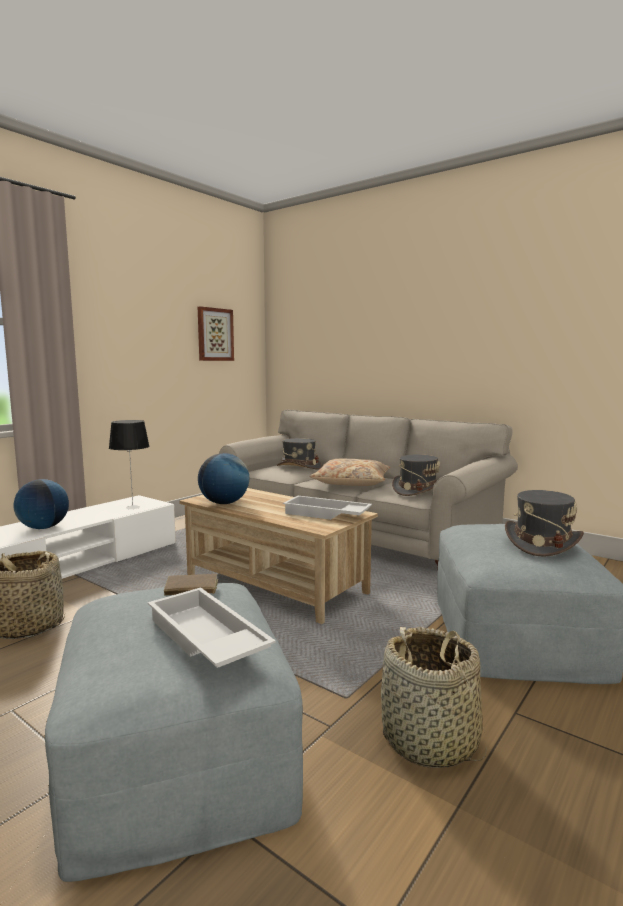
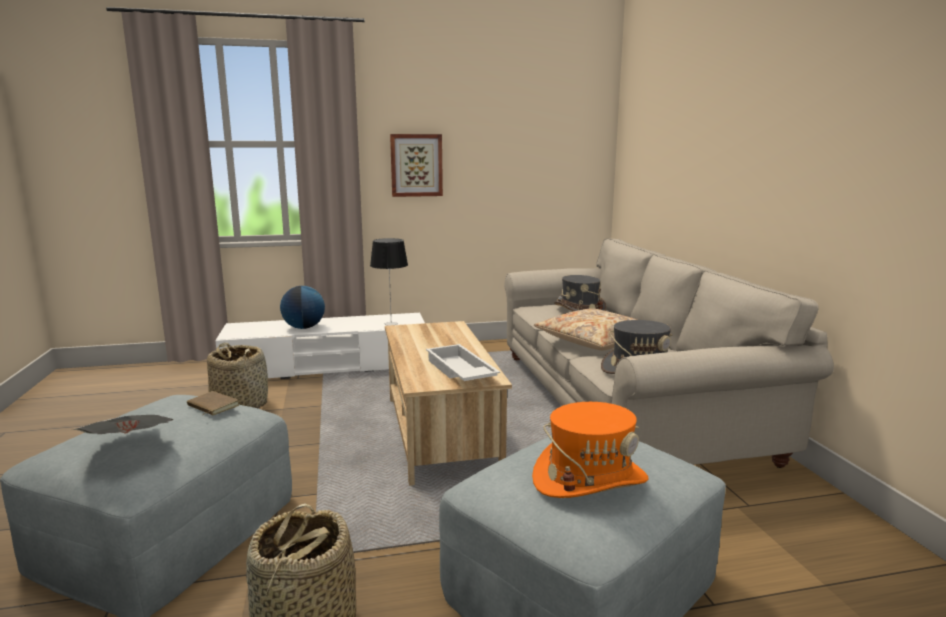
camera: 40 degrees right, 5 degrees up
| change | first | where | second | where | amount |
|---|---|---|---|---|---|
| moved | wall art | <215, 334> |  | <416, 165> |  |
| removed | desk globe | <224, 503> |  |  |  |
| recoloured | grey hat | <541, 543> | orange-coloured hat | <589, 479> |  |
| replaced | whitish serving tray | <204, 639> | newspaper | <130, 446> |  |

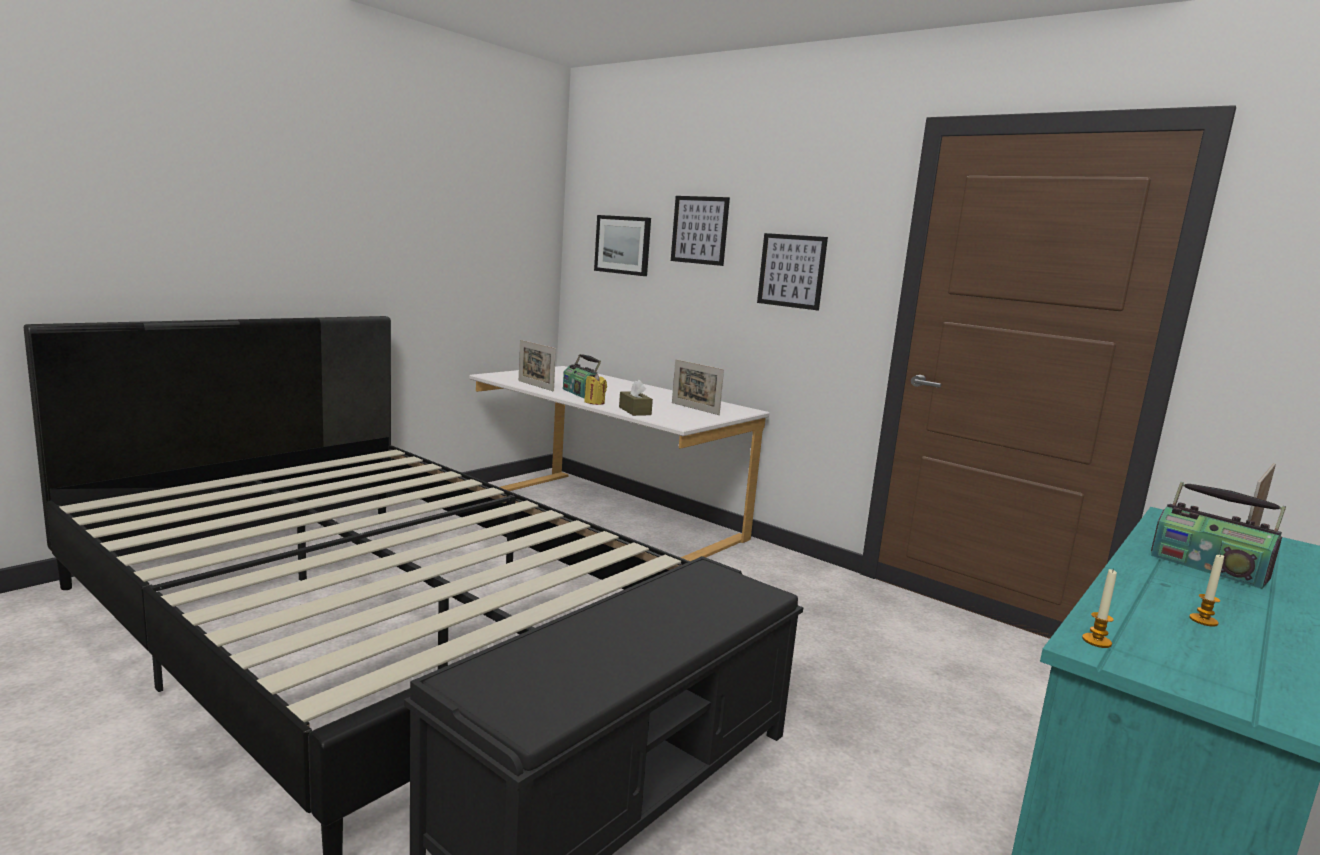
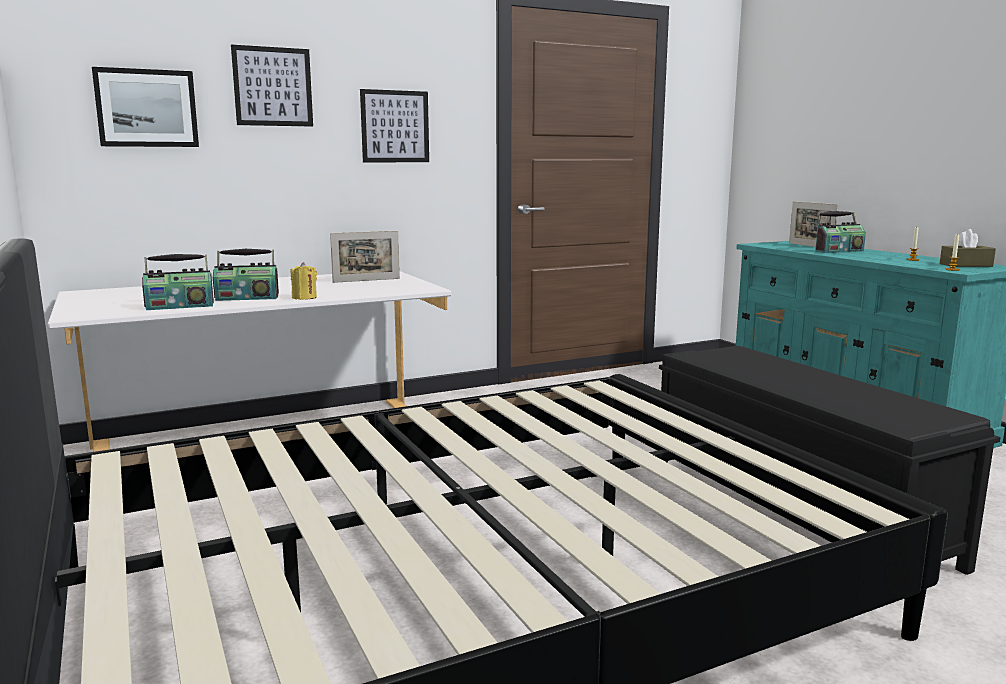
camera: 65 degrees left, 0 degrees up
| change | first | where | second | where | amount |
|---|---|---|---|---|---|
| replaced | photo frame | <535, 386> | radio set | <180, 306> |  |
| moved | brownish box of tissues | <635, 411> |  | <966, 265> |  |

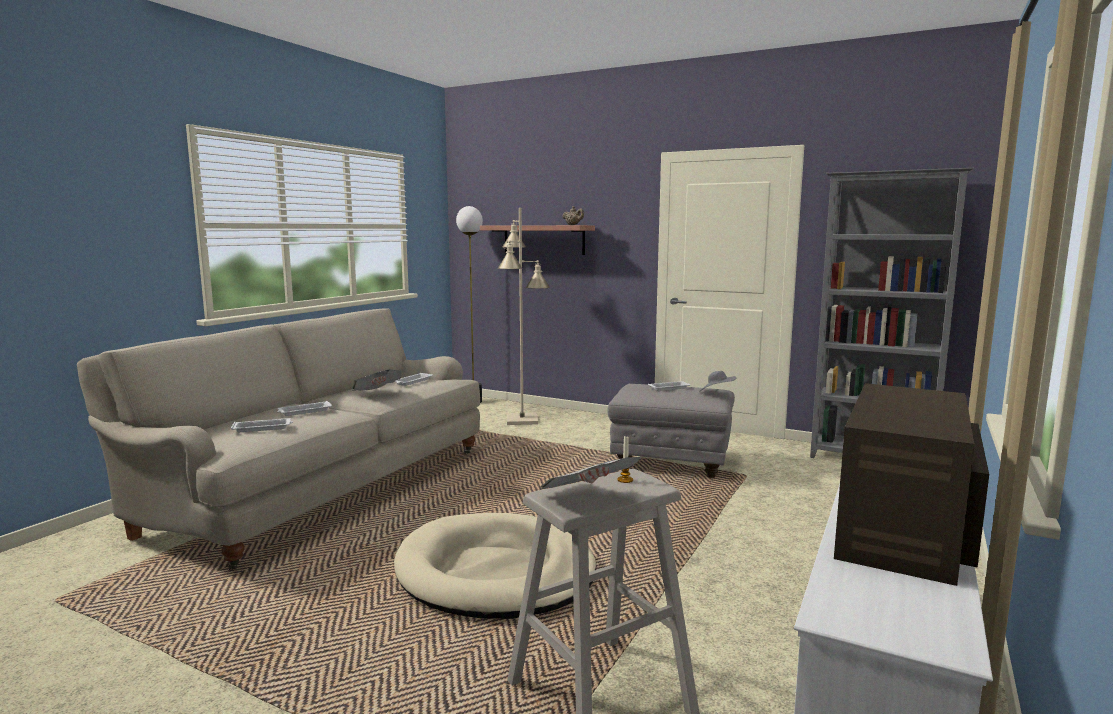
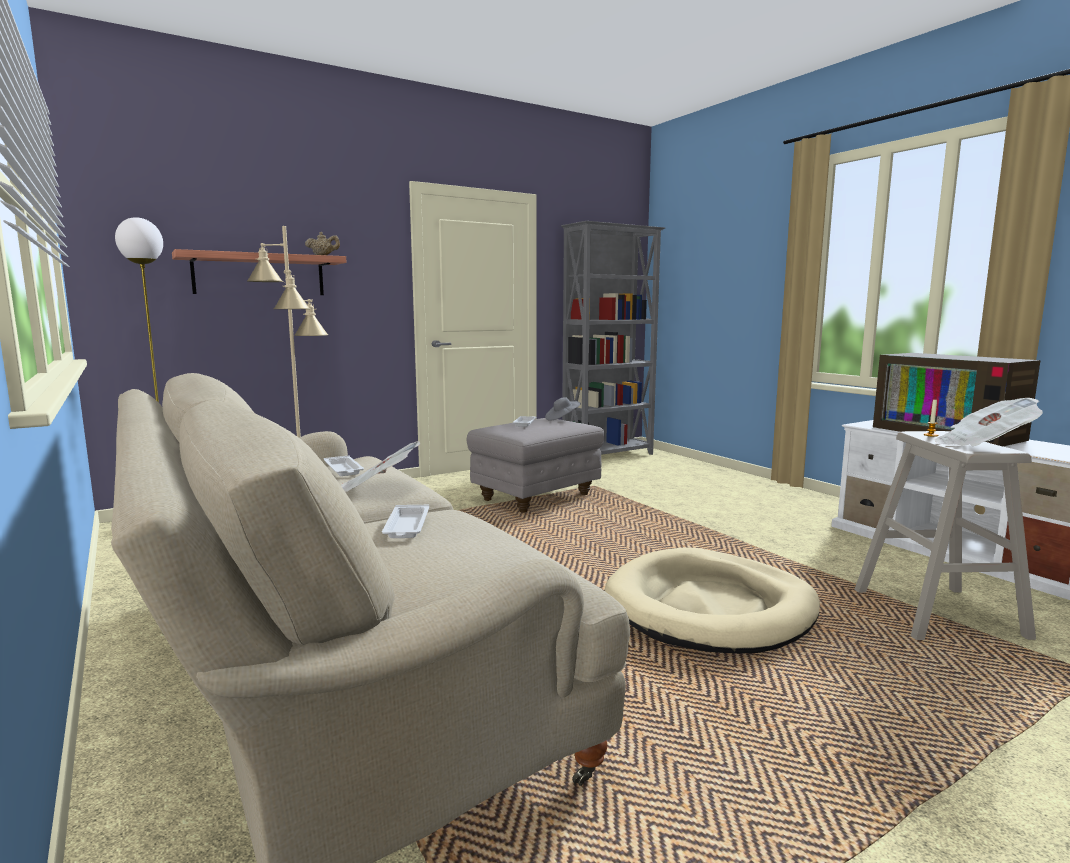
camera: 60 degrees left, 0 degrees up
| change | first | where | second | where | amount |
|---|---|---|---|---|---|
| removed | whitish serving tray | <263, 428> |  |  |  |

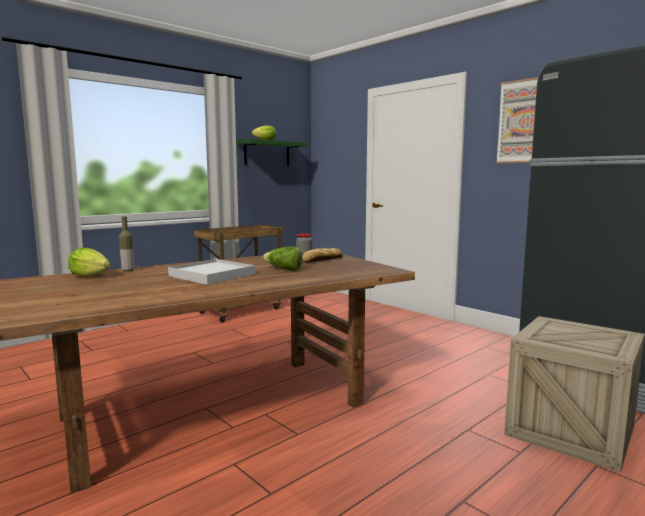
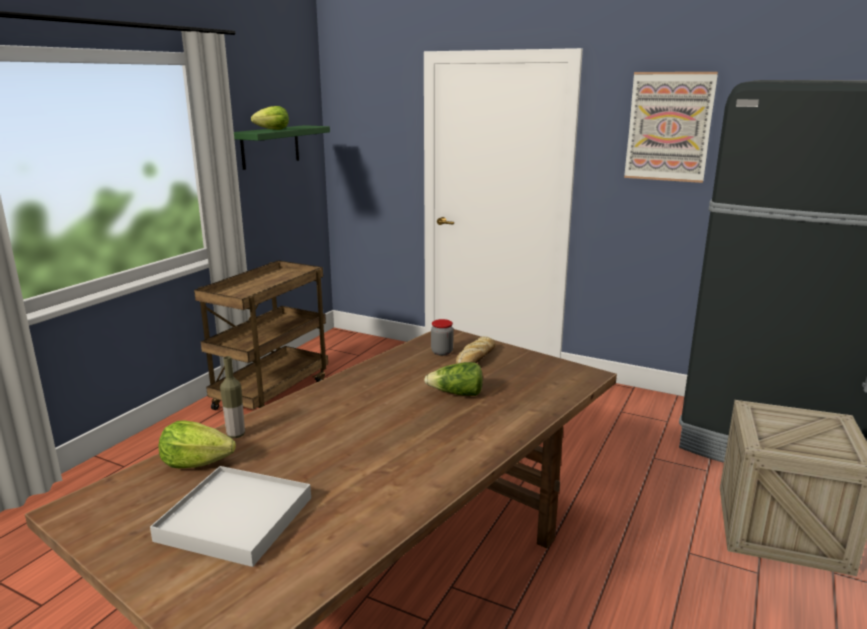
camera: 20 degrees left, 10 degrees up
| change | first | where | second | where | amount |
|---|---|---|---|---|---|
| moved | whitish serving tray | <212, 275> |  | <235, 519> |  |

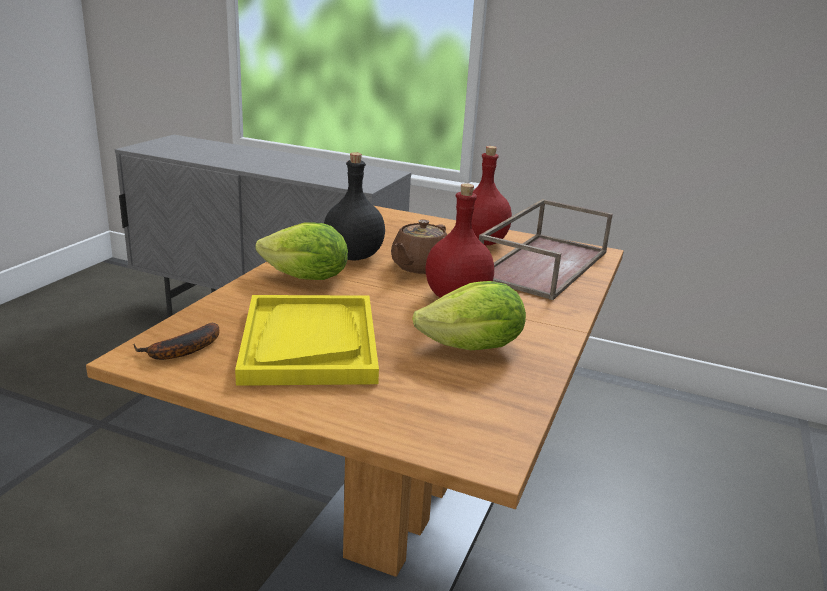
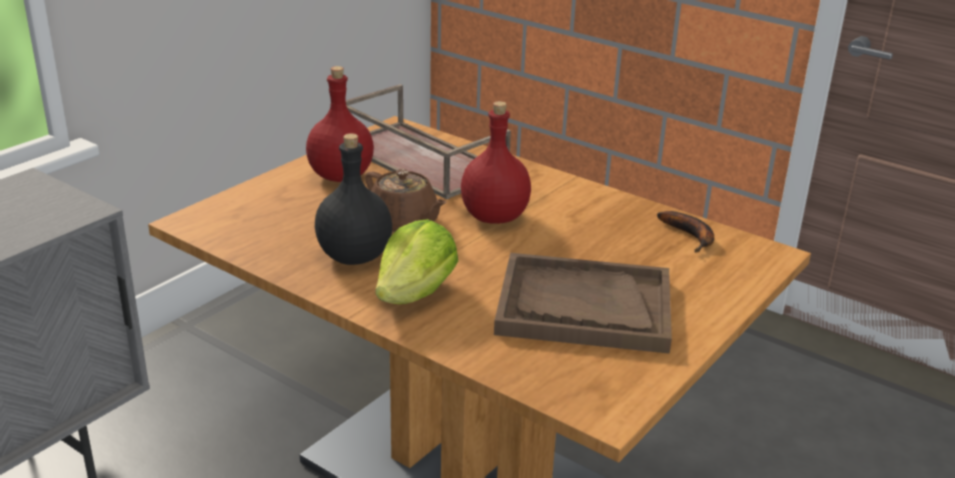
camera: 75 degrees left, 5 degrees up
| change | first | where | second | where | amount |
|---|---|---|---|---|---|
| removed | lettuce head | <473, 348> |  |  |  |
| recoloured | yellowish serving tray | <309, 342> | brownish serving tray | <583, 307> |  |
| moved | banana | <181, 351> |  | <691, 236> |  |

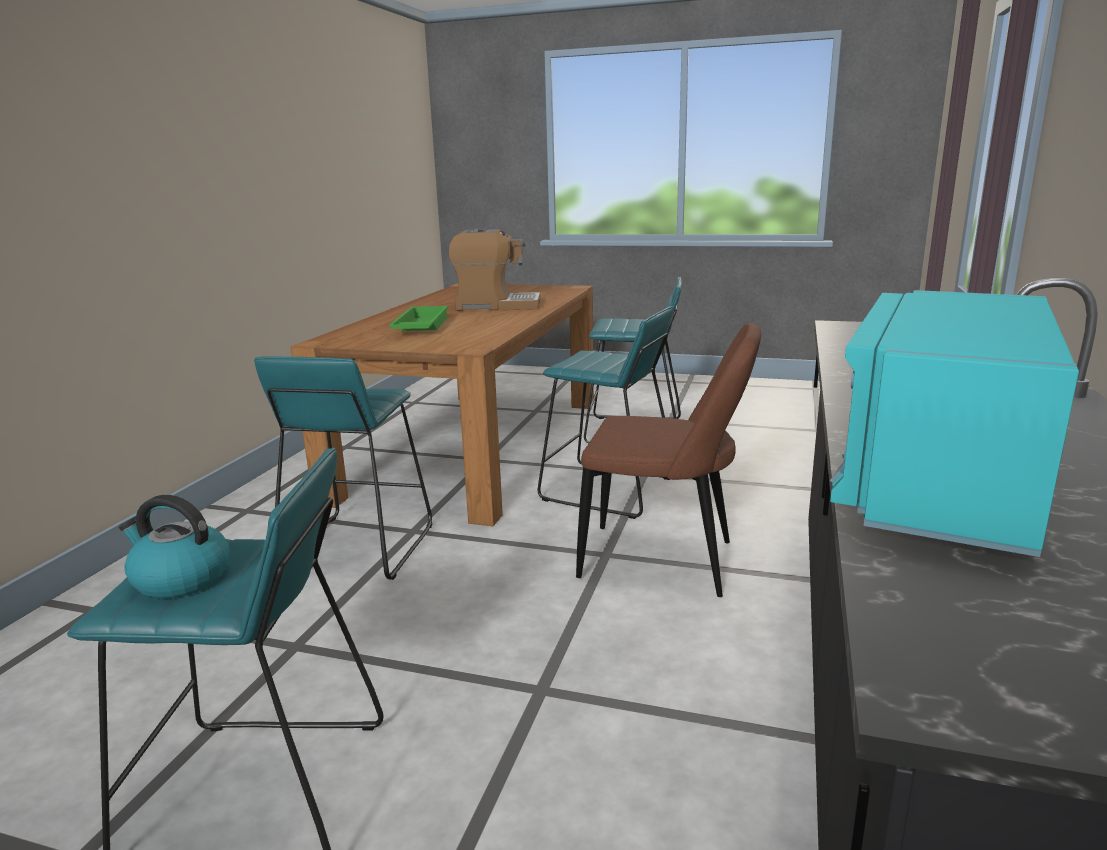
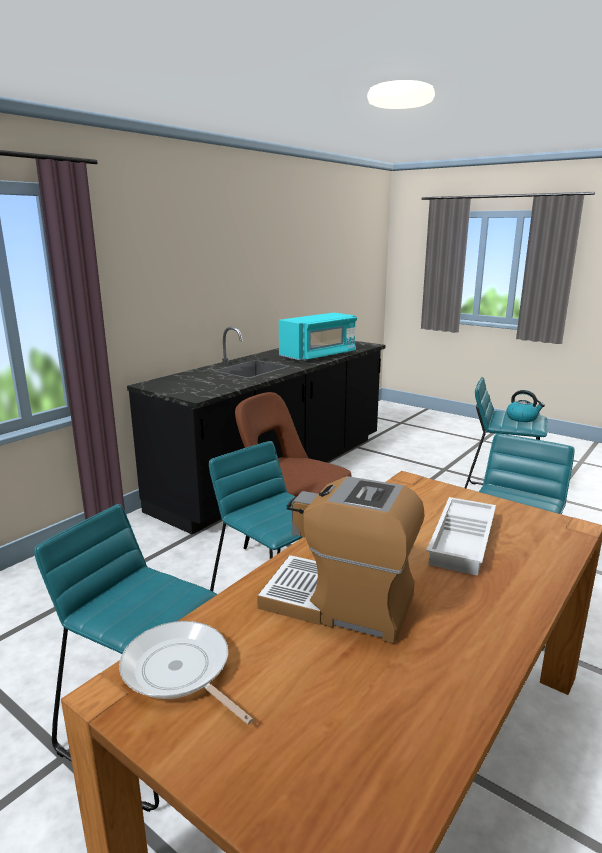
camera: 160 degrees left, 0 degrees up
| change | first | where | second | where | amount |
|---|---|---|---|---|---|
| recoloured | green-coloured serving tray | <420, 327> | whitish serving tray | <464, 541> |  |
| added |  |  | frying pan | <179, 671> |  |

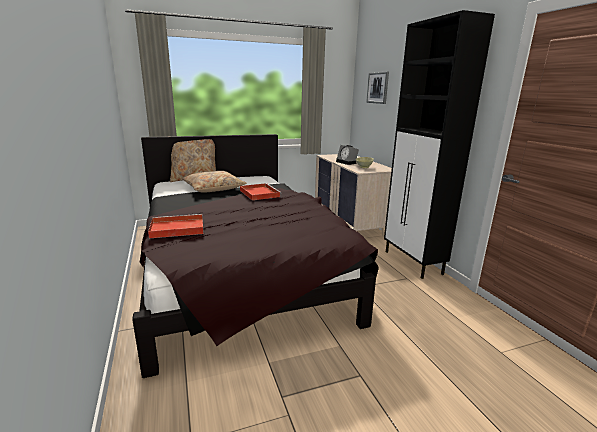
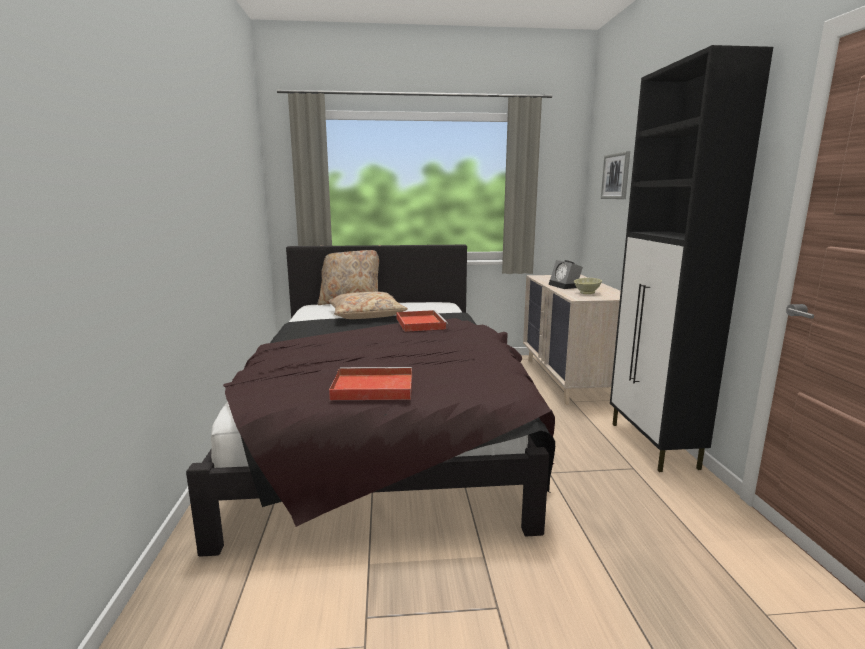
camera: 15 degrees right, 5 degrees down
| change | first | where | second | where | amount |
|---|---|---|---|---|---|
| moved | red serving tray | <176, 228> |  | <371, 388> |  |

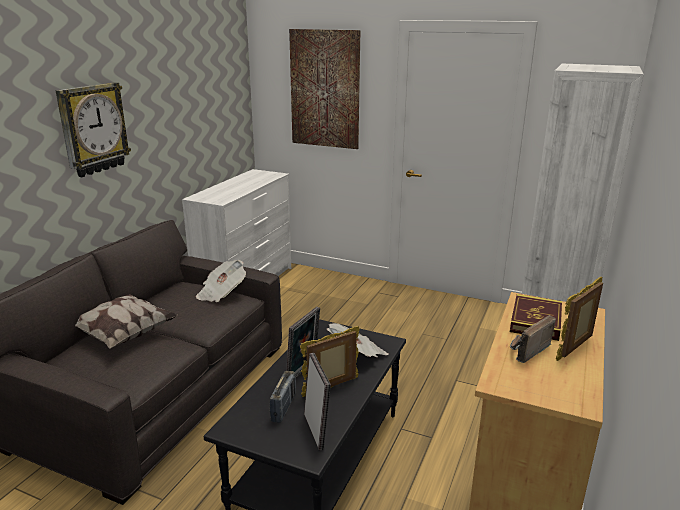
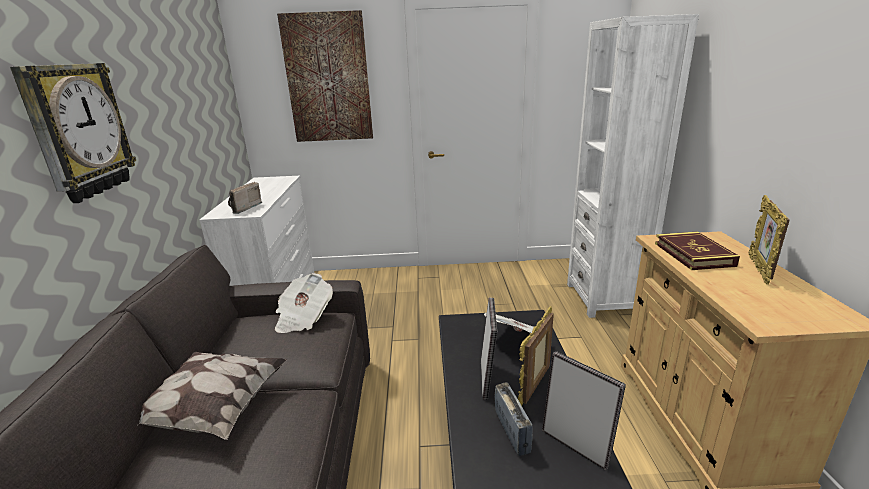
camera: 25 degrees left, 0 degrees up
| change | first | where | second | where | amount |
|---|---|---|---|---|---|
| moved | radio set | <525, 350> |  | <243, 208> |  |

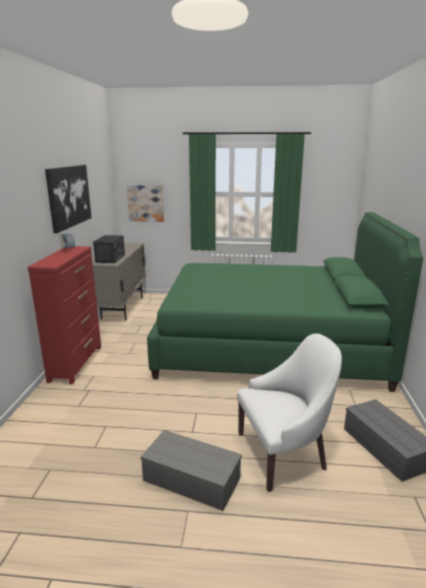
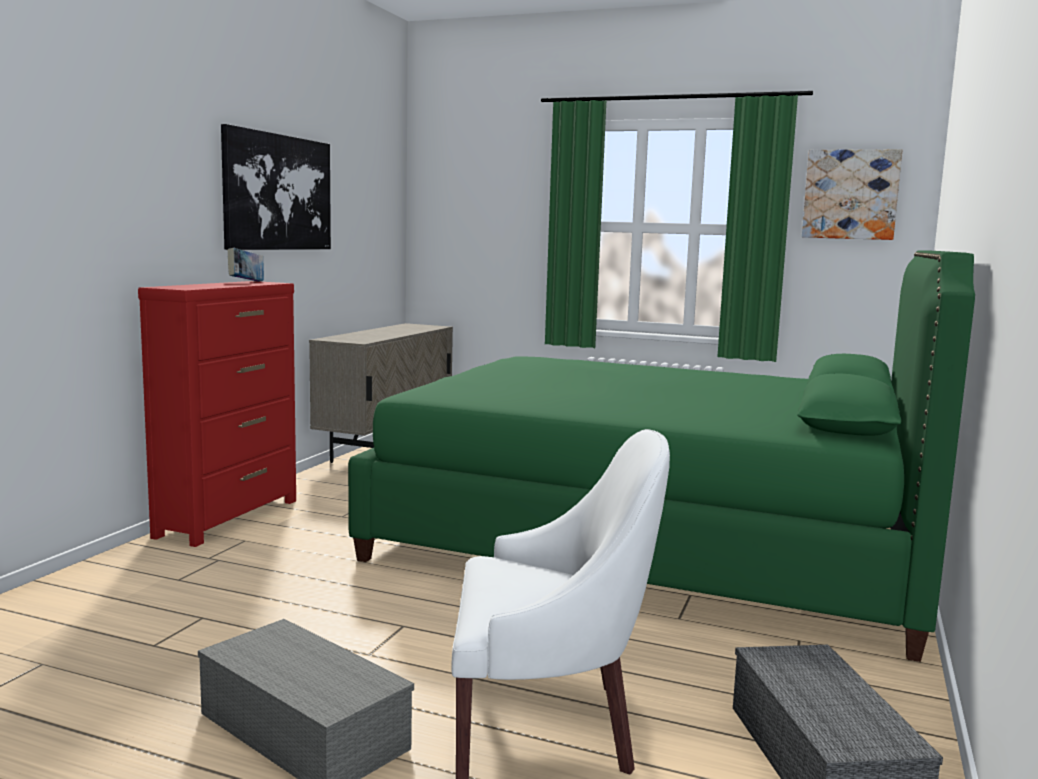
camera: 15 degrees right, 10 degrees down
| change | first | where | second | where | amount |
|---|---|---|---|---|---|
| moved | wall art | <146, 203> |  | <850, 194> |  |
| removed | radio set | <110, 258> |  |  |  |

